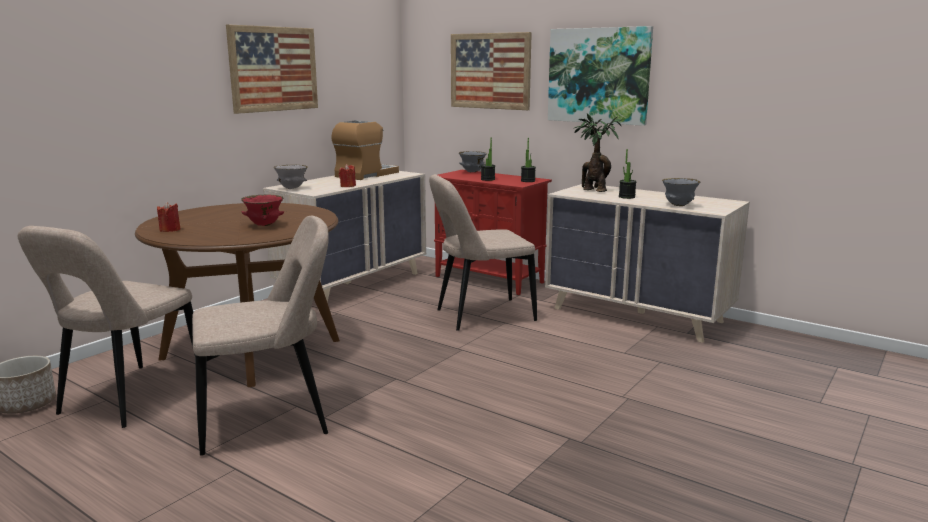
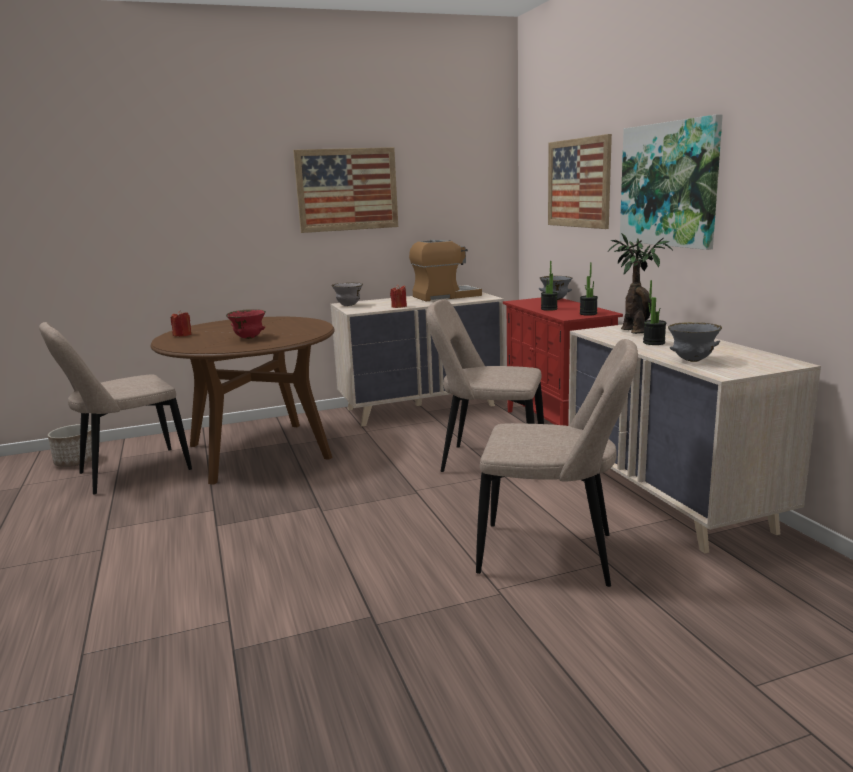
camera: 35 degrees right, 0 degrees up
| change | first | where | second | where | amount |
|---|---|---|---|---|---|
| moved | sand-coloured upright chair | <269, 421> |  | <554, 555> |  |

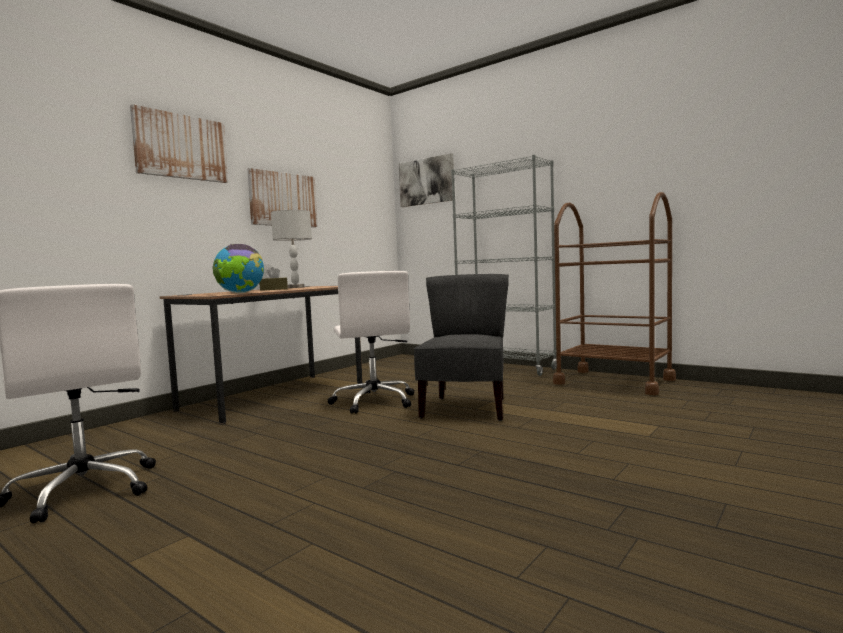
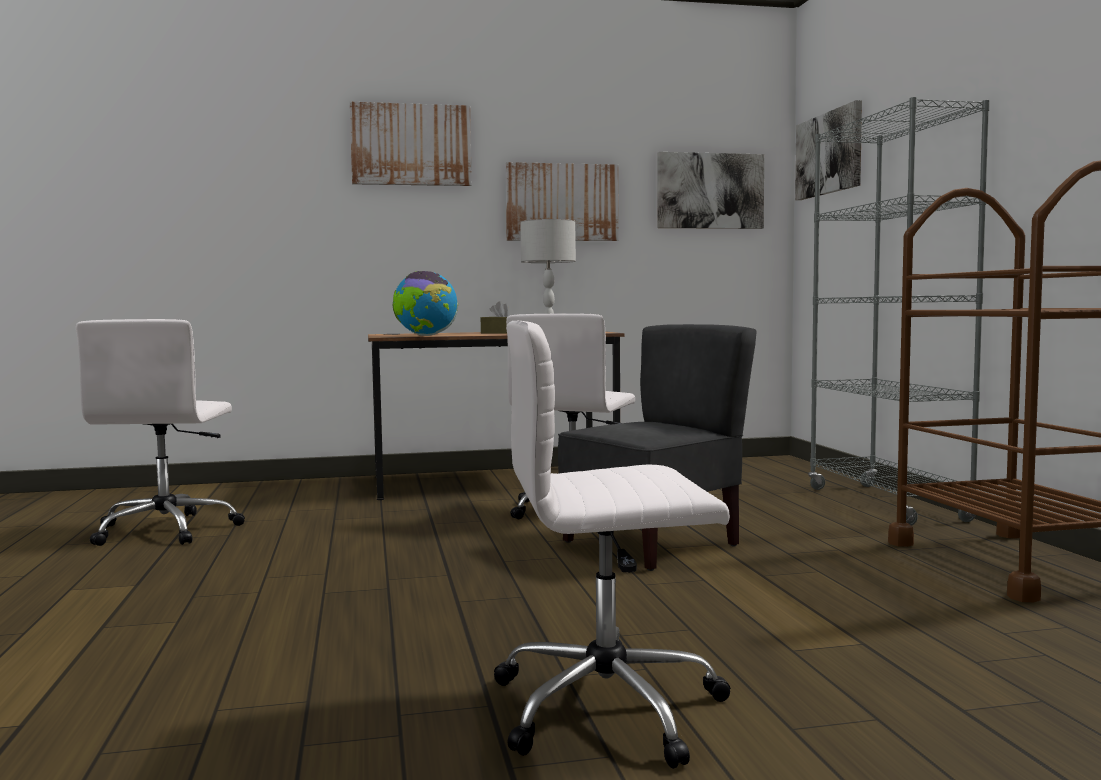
camera: 40 degrees right, 0 degrees up
| change | first | where | second | where | amount |
|---|---|---|---|---|---|
| added |  |  | wall art | <710, 191> |  |
| added |  |  | whitish computer chair | <611, 707> |  |

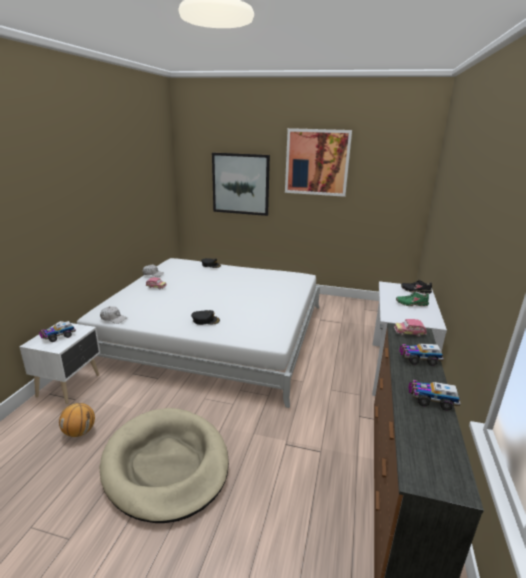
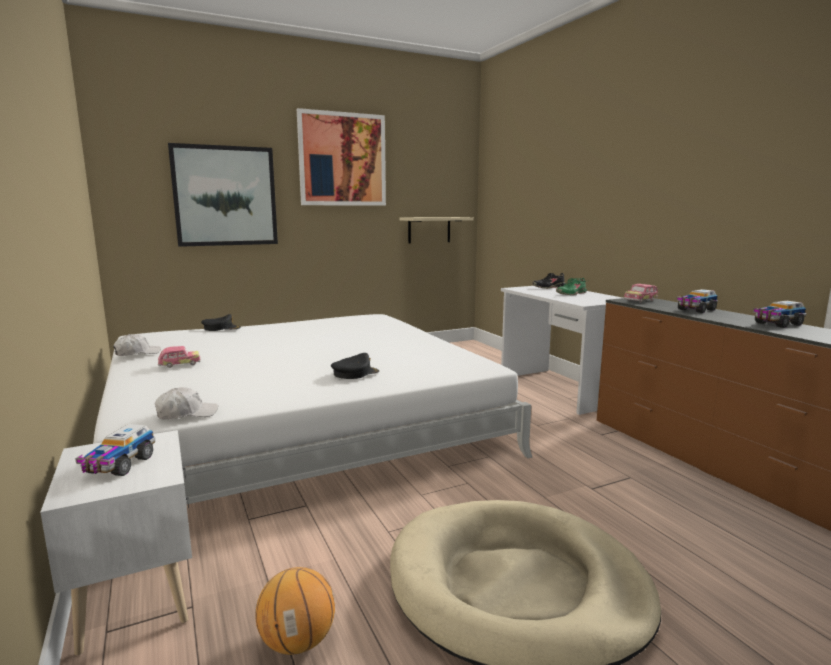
camera: 40 degrees left, 10 degrees down
| change | first | where | second | where | amount |
|---|---|---|---|---|---|
| added |  |  | sand-coloured wall shelf | <429, 230> |  |

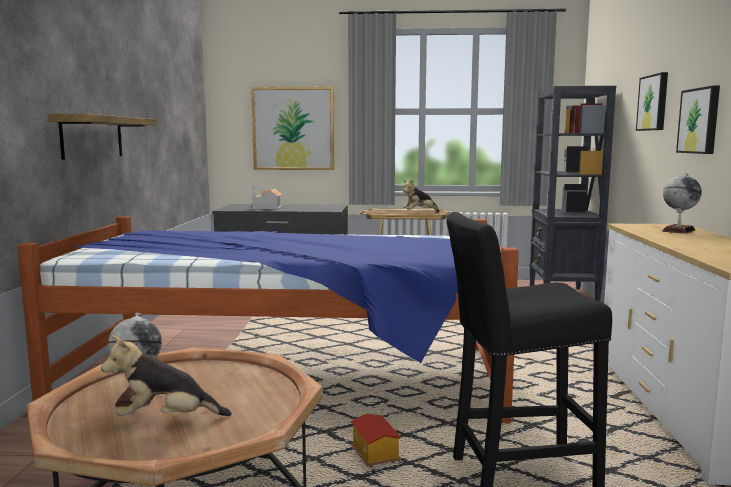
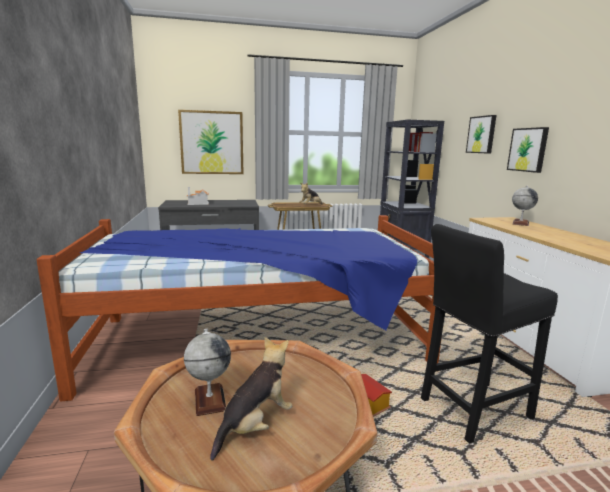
camera: 15 degrees left, 5 degrees up
| change | first | where | second | where | amount |
|---|---|---|---|---|---|
| removed | wall shelf | <92, 137> |  |  |  |
| turned | cuddly toy | <166, 419> |  | <255, 425> | 150 degrees clockwise |

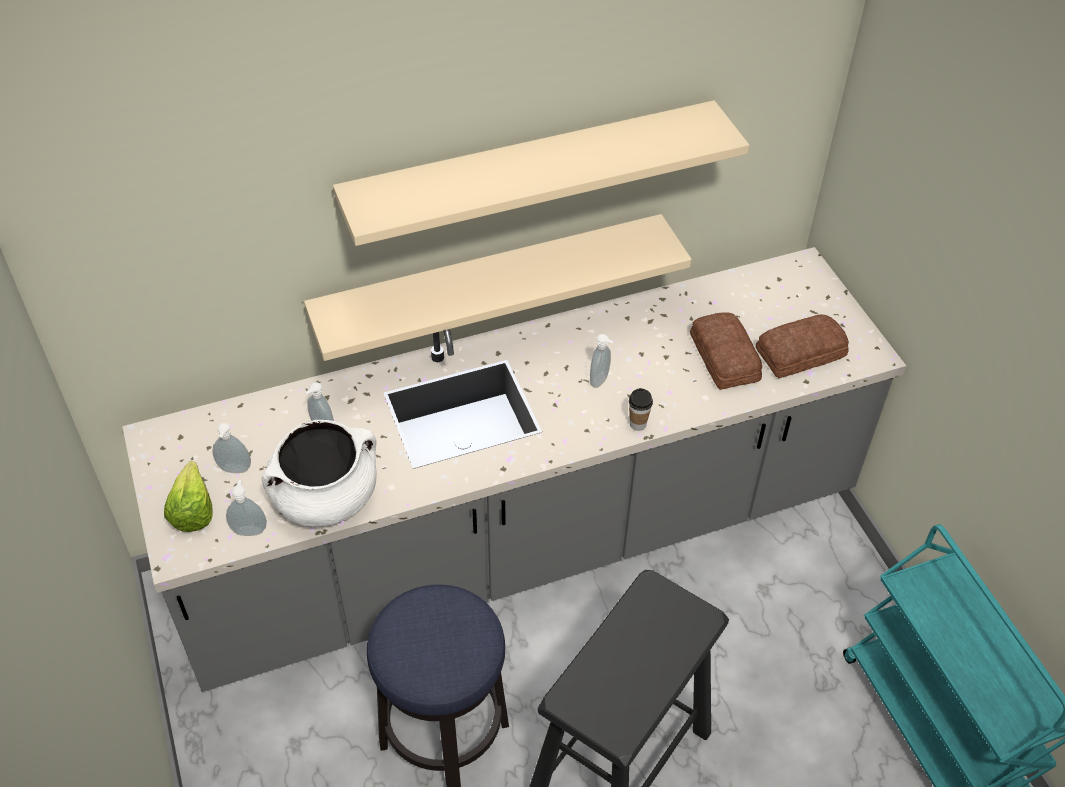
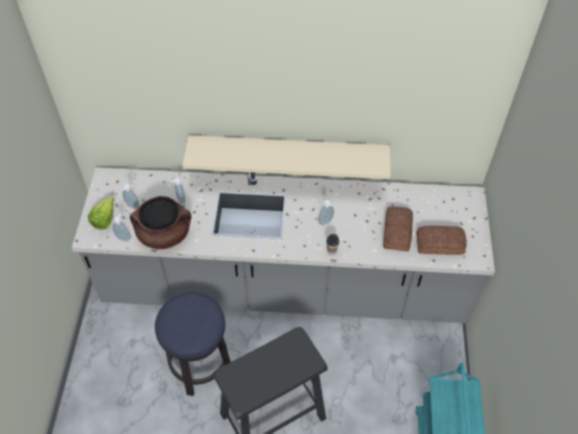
camera: 25 degrees right, 5 degrees up
| change | first | where | second | where | amount |
|---|---|---|---|---|---|
| removed | sand-coloured wall shelf | <530, 171> |  |  |  |
| recoloured | whitish cooking pot | <326, 497> | brownish cooking pot | <165, 234> |  |

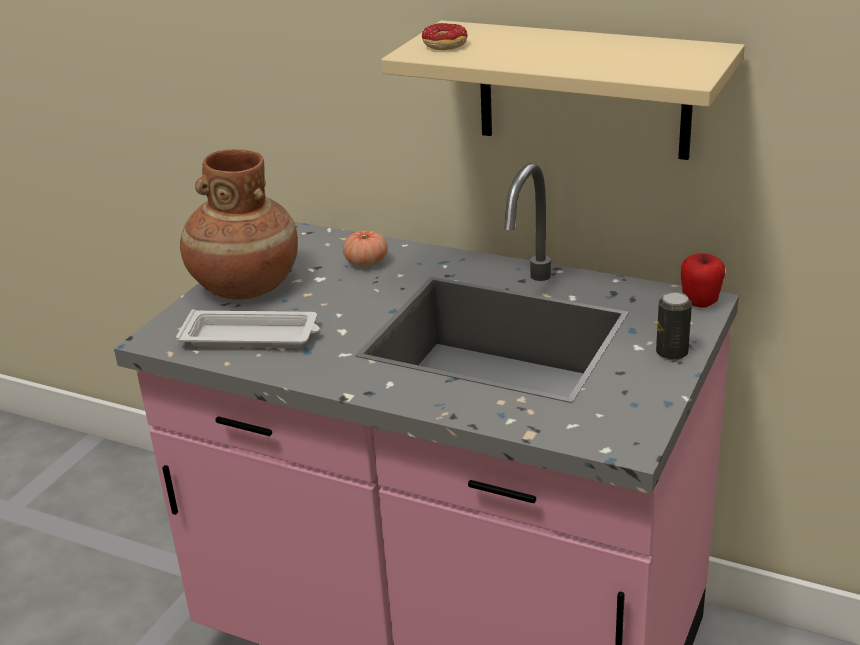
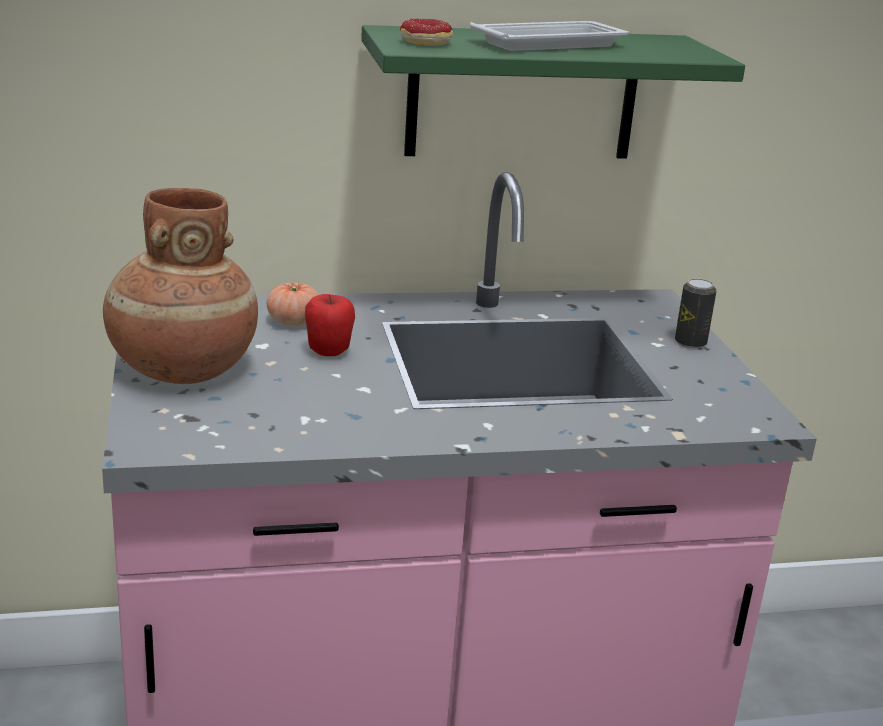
camera: 40 degrees left, 5 degrees down
| change | first | where | second | where | amount |
|---|---|---|---|---|---|
| recoloured | sand-coloured wall shelf | <583, 90> | green-coloured wall shelf | <522, 94> |  |
| moved | whole apple | <700, 303> |  | <329, 352> |  |
| moved | whitish serving tray | <252, 337> |  | <551, 44> |  |

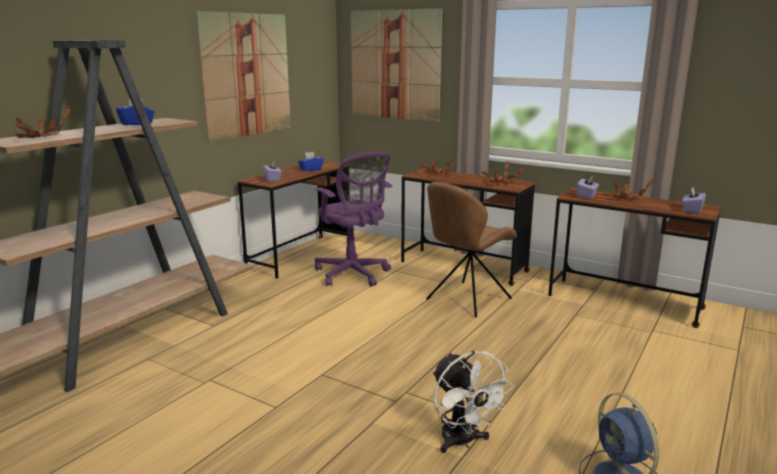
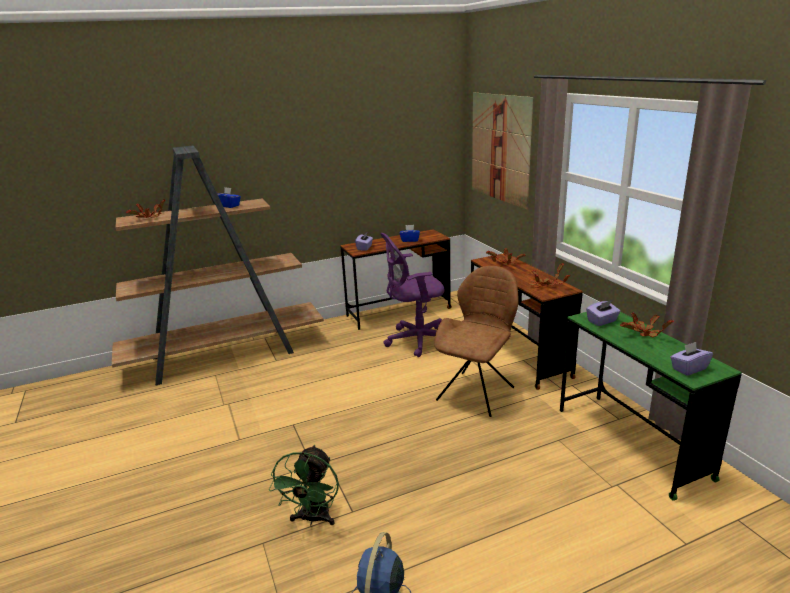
camera: 35 degrees right, 5 degrees up
| change | first | where | second | where | amount |
|---|---|---|---|---|---|
| removed | wall art | <247, 75> |  |  |  |
| turned | purple computer chair | <353, 275> |  | <416, 340> | 75 degrees clockwise |
| turned | brownish upright chair | <466, 300> |  | <477, 392> | 135 degrees clockwise |
| recoloured | brownish desk unit | <624, 302> | green-coloured desk unit | <631, 442> |  |
| recoloured | whitish electric fan | <463, 442> | green-coloured electric fan | <313, 519> |  |

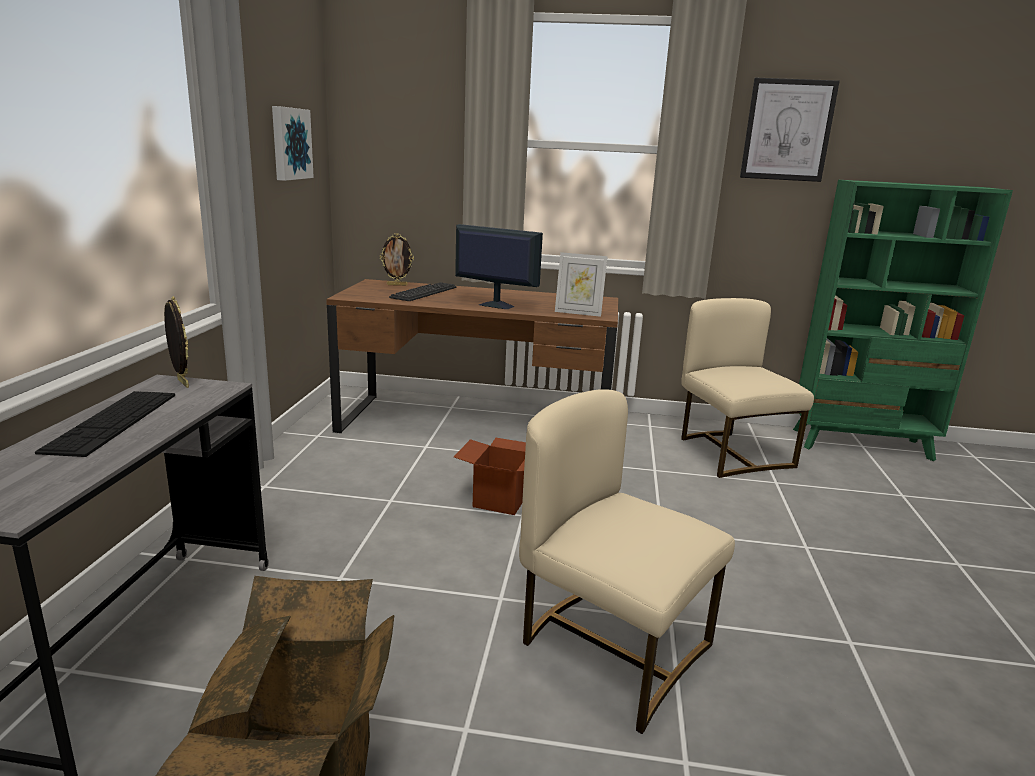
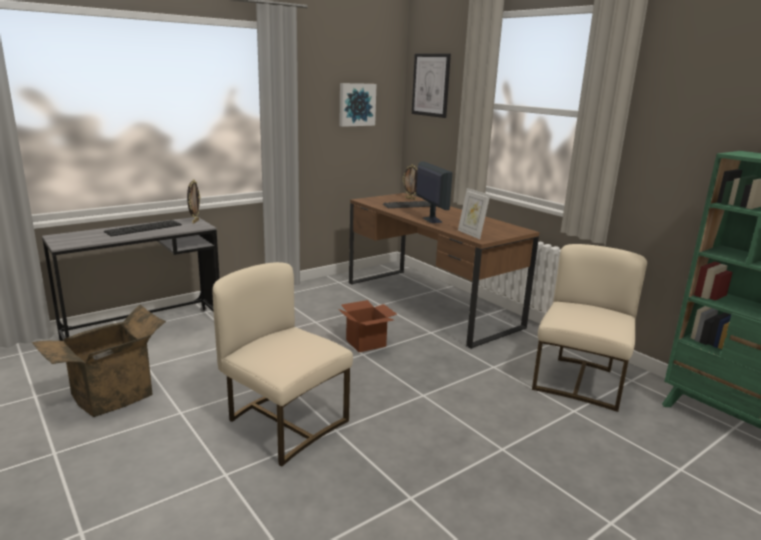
camera: 45 degrees right, 0 degrees up
| change | first | where | second | where | amount |
|---|---|---|---|---|---|
| moved | wall art | <787, 130> |  | <431, 85> |  |
| turned | sand-coloured upright chair | <611, 649> |  | <283, 423> | 45 degrees counterclockwise |

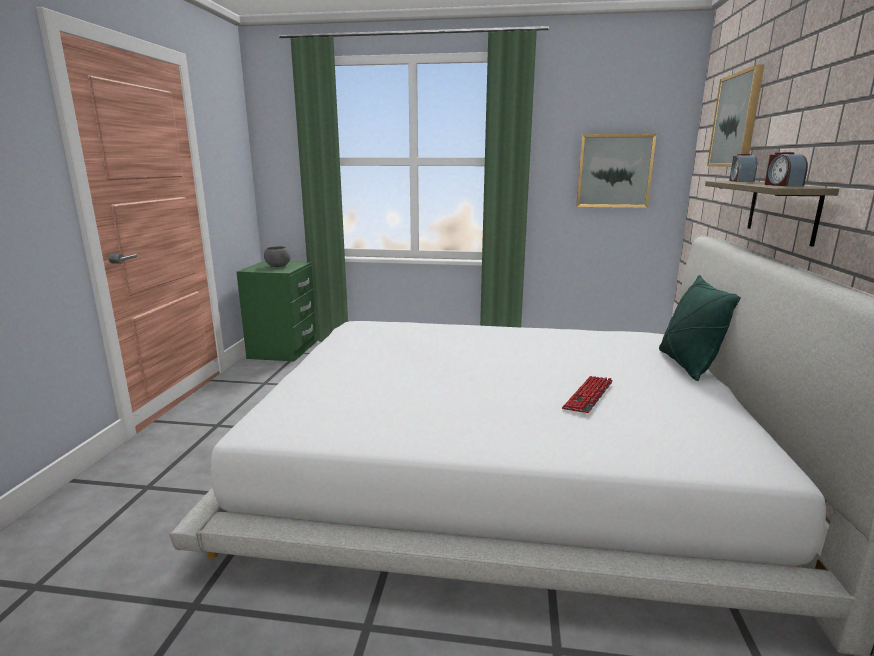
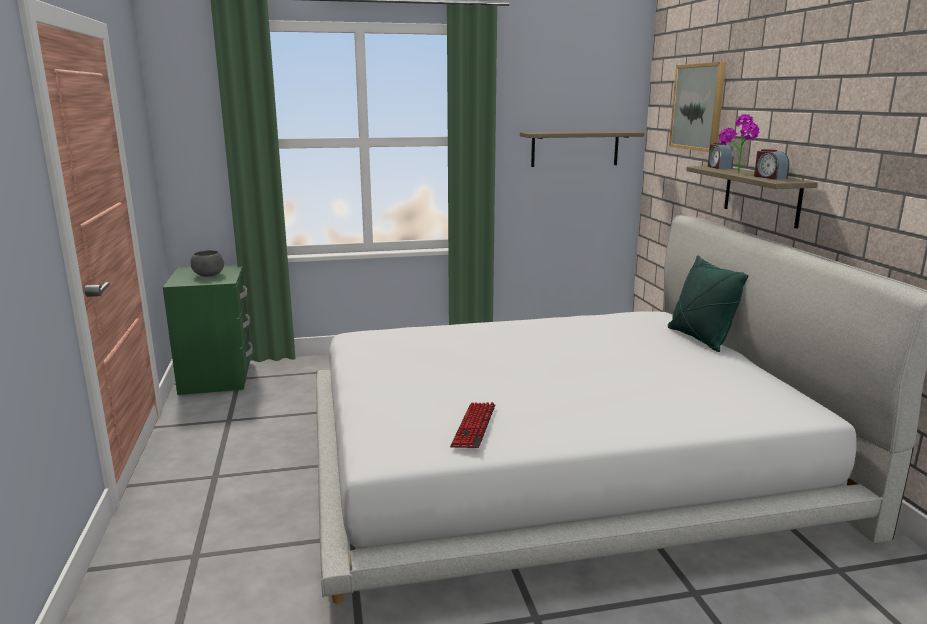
camera: 20 degrees left, 0 degrees up
| change | first | where | second | where | amount |
|---|---|---|---|---|---|
| replaced | wall art | <614, 171> | wall shelf | <575, 148> |  |
| moved | PC keyboard | <588, 396> |  | <474, 426> |  |
| added |  |  | potted plant | <736, 172> |  |

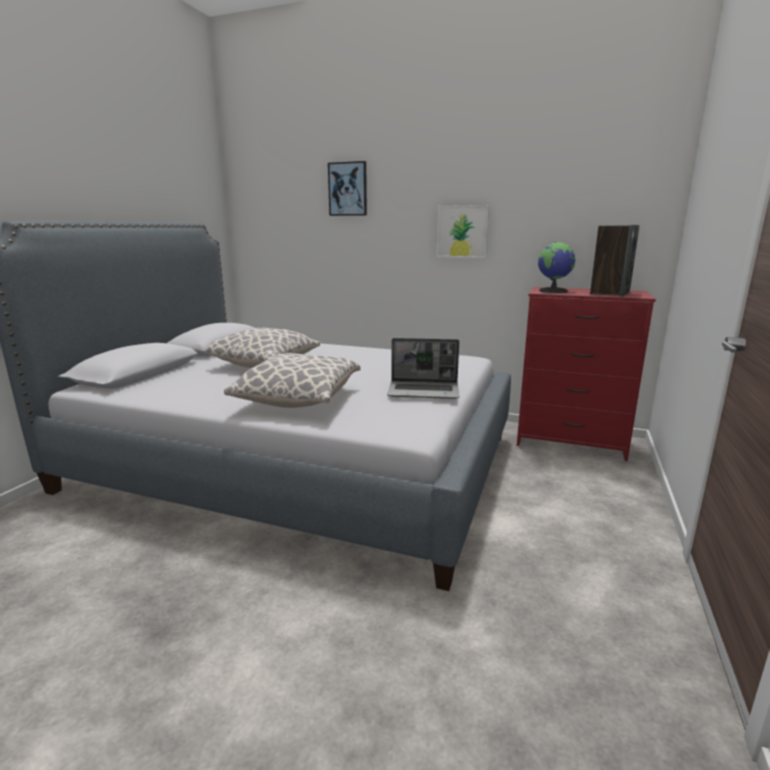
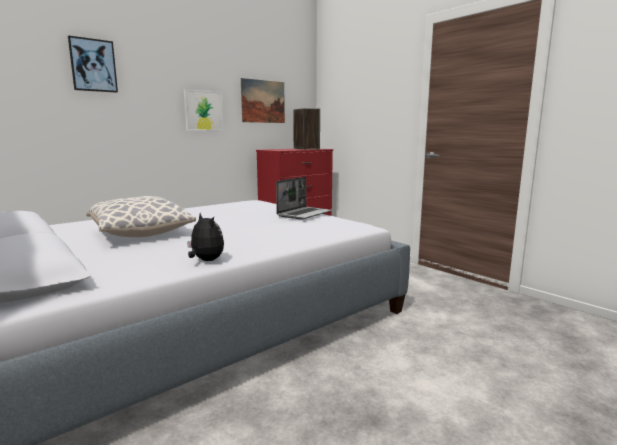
camera: 60 degrees left, 5 degrees down
| change | first | where | second | where | amount |
|---|---|---|---|---|---|
| removed | desk globe | <553, 291> |  |  |  |
| removed | throw pillow | <298, 400> |  |  |  |
| added |  |  | wall art | <263, 101> |  |
| added |  |  | cuddly toy | <206, 260> |  |

